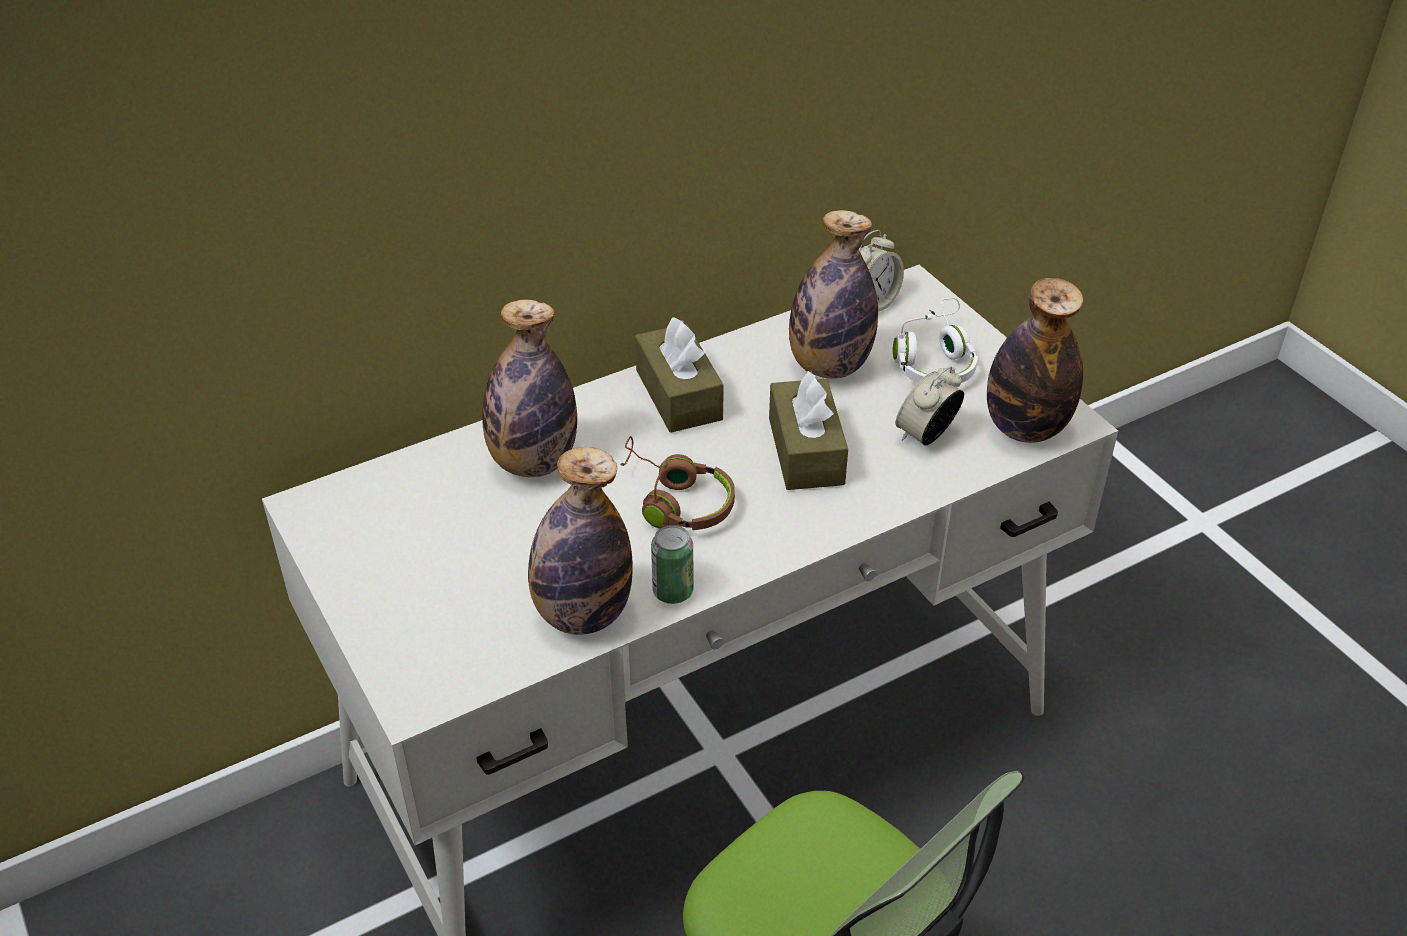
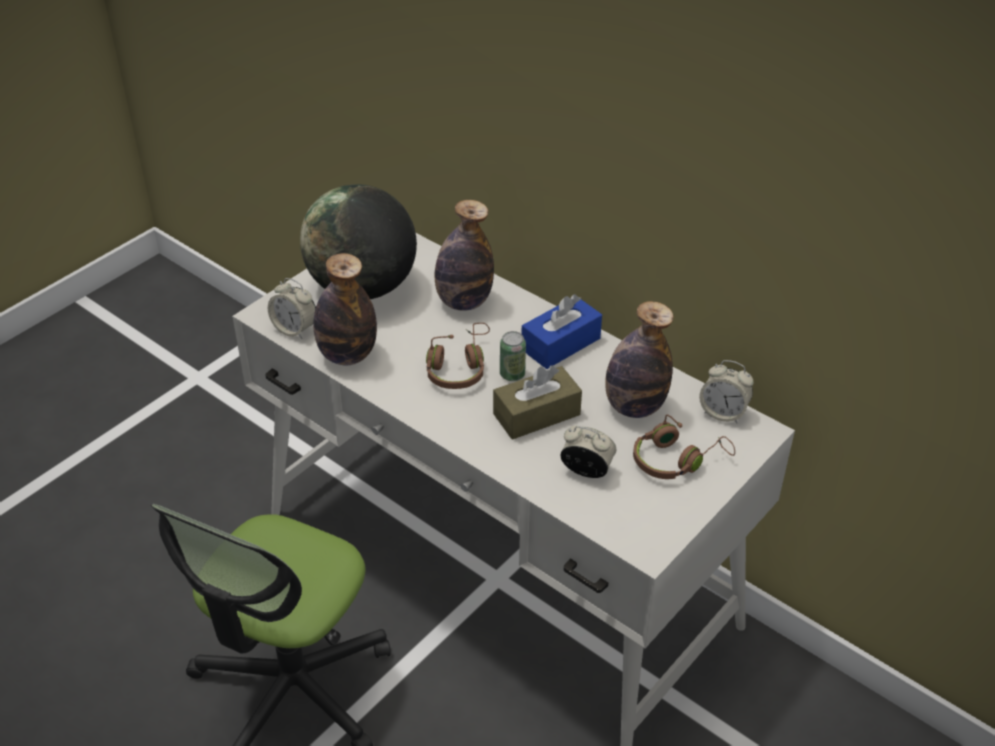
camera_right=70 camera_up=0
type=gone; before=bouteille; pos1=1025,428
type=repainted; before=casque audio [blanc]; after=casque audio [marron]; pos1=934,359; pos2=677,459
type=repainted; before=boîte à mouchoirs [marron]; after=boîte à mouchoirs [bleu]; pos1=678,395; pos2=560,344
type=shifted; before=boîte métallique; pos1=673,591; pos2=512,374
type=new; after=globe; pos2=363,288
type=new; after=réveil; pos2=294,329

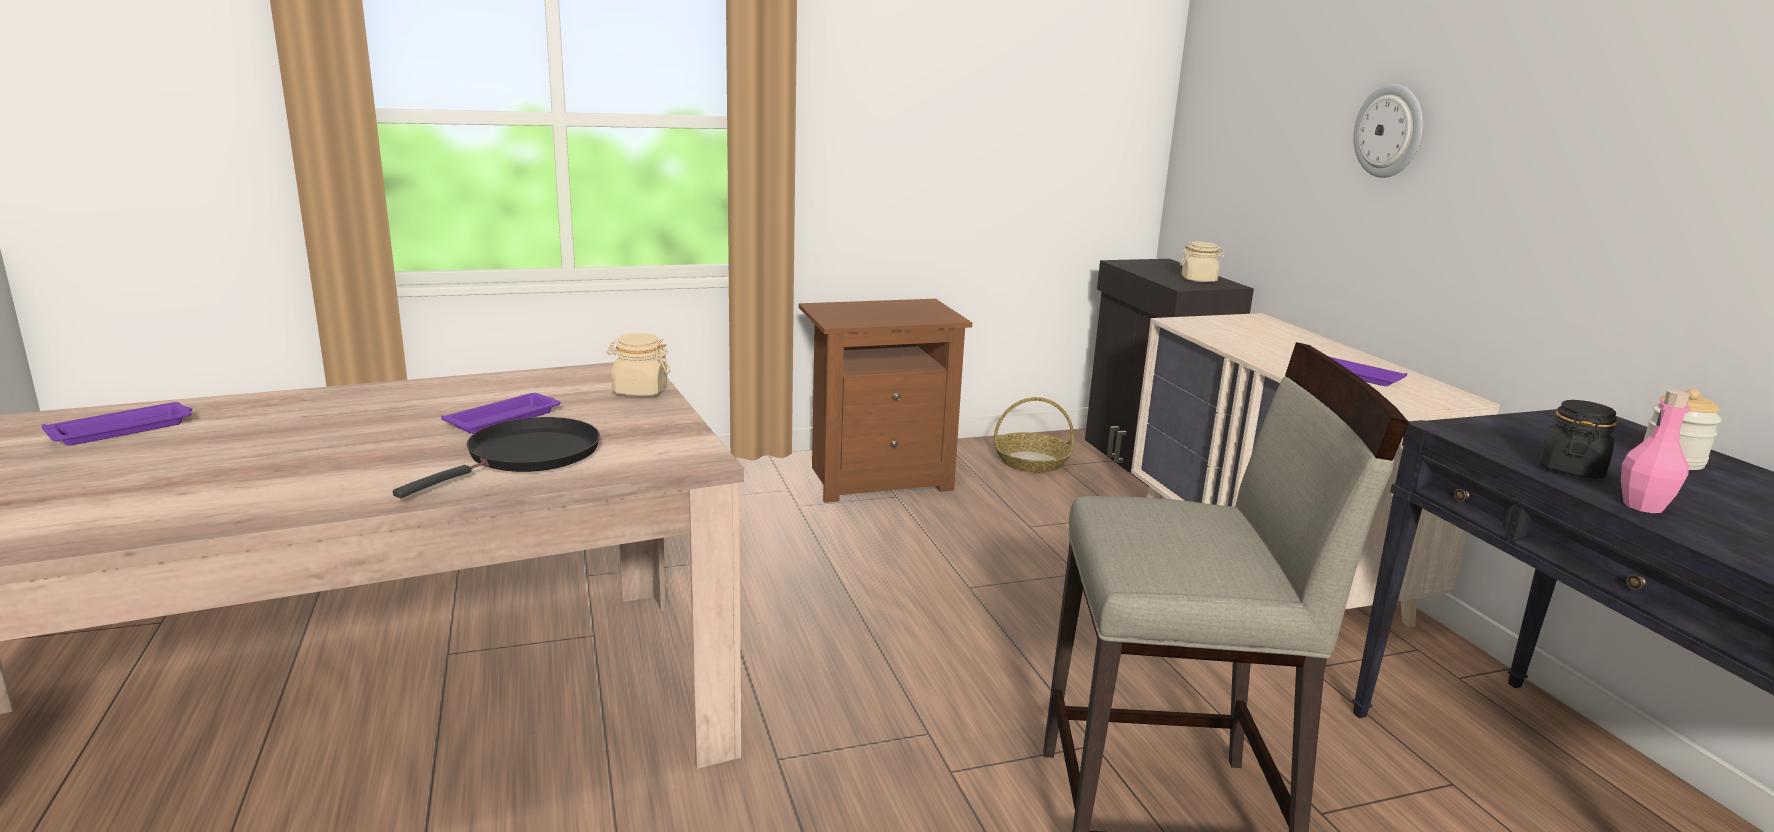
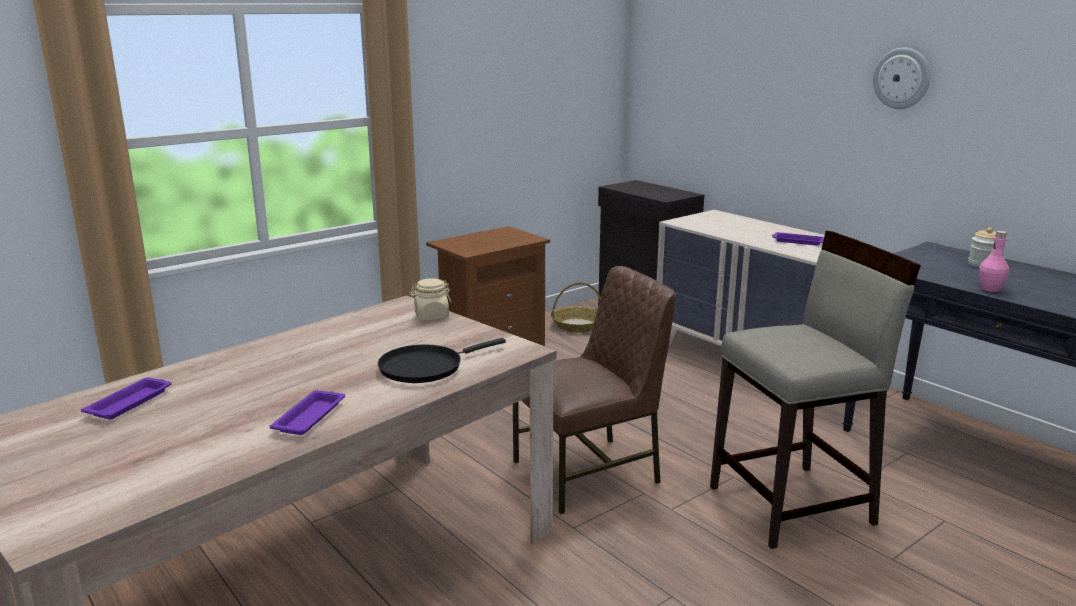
camera_right=-20 camera_up=0
type=shifted; before=horloge murale; pos1=1389,131; pos2=902,78
type=gone; before=bocal [beige]; pos1=1199,280
type=shifted; before=plateau [violet]; pos1=505,419; pos2=310,416
type=gone; before=bocal [noir]; pos1=1571,469
type=rotated; before=poêle [noir]; pos1=527,456; pos2=425,367; turn=-135
type=new; after=chaise [marron]; pos2=589,472

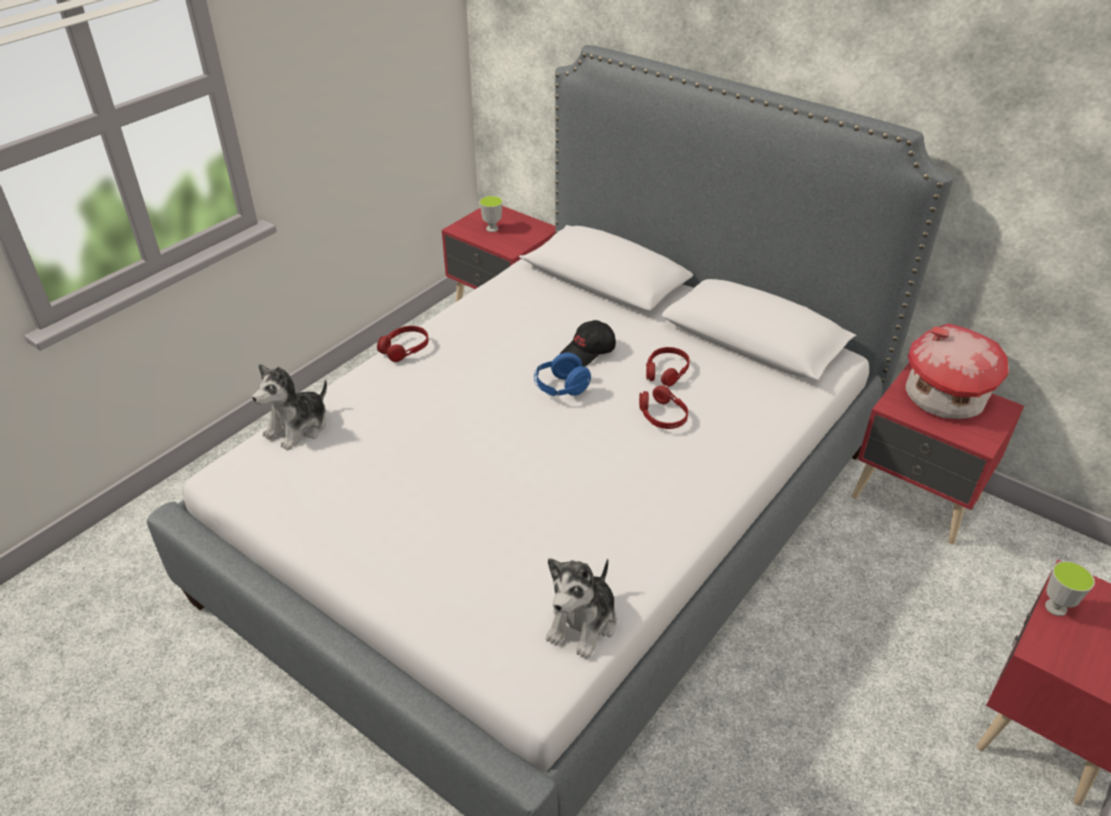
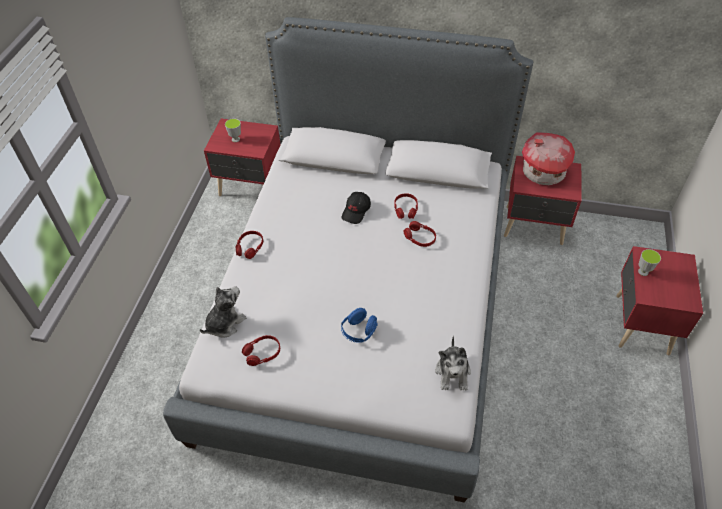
camera_right=-25 camera_up=10
type=shifted; before=casque audio [bleu]; pos1=561,388; pos2=359,332
type=rotated; before=peluche; pos1=298,428; pos2=224,323; turn=-150
type=new; after=casque audio [rouge]; pos2=262,353

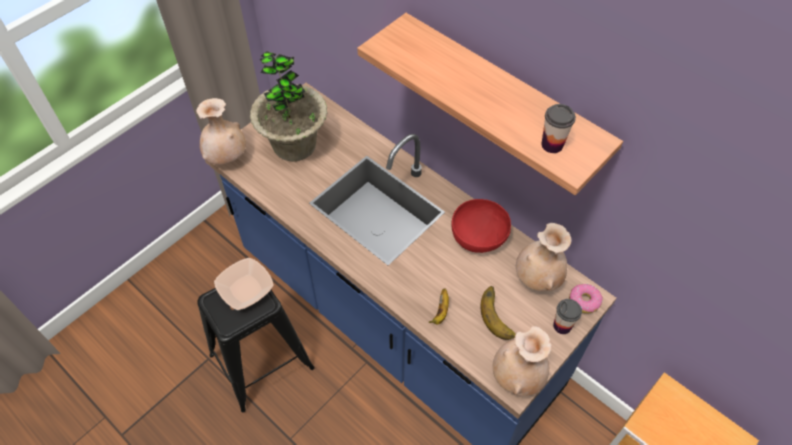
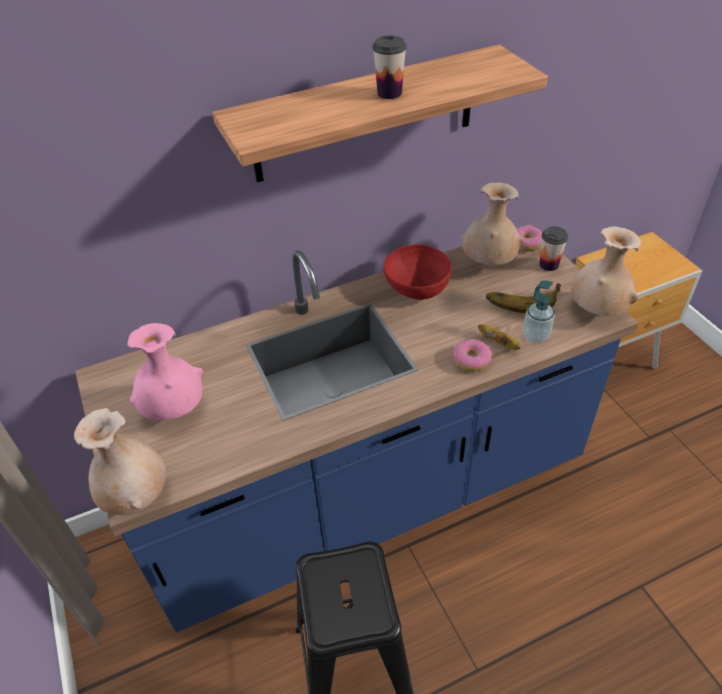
camera_right=-65 camera_up=-10
type=swapped; before=plante en pot; after=vase [rose]; pos1=294,145; pos2=175,410
type=shifted; before=tasse; pos1=552,145; pos2=389,93
type=gone; before=bol; pos1=245,289
type=new; after=distributeur de savon; pos2=535,336
type=new; after=beignet; pos2=471,360

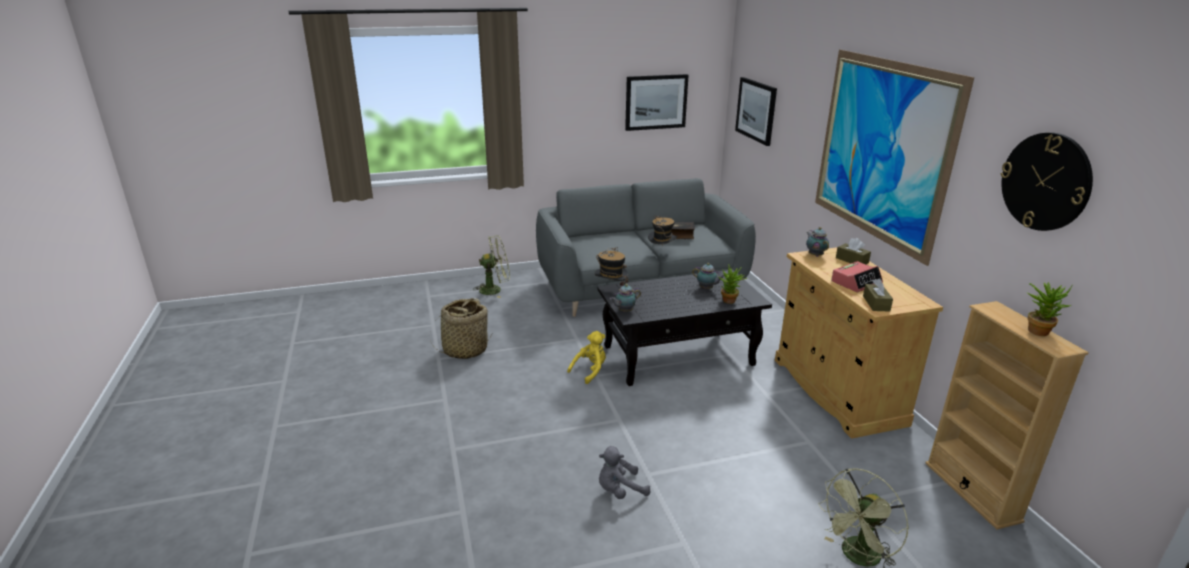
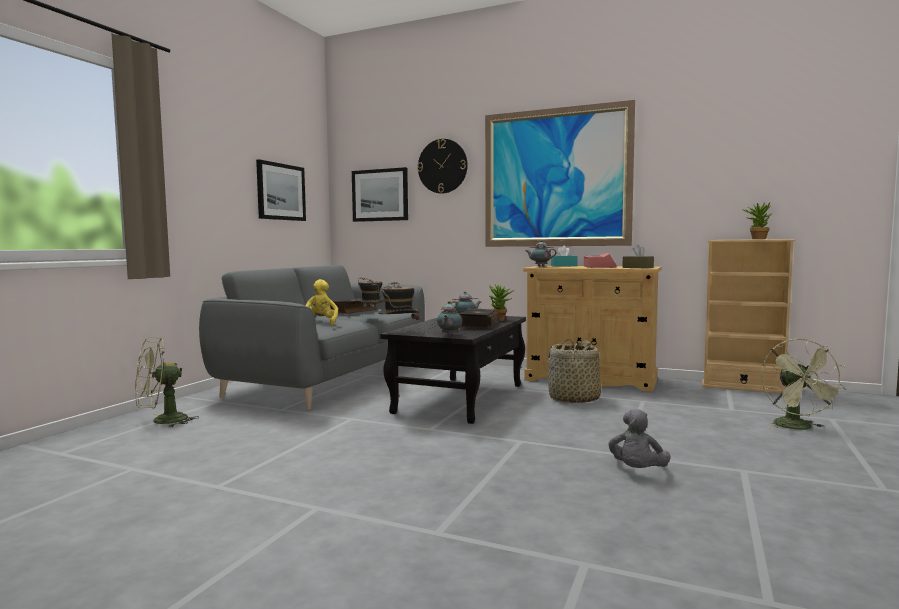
camera_right=-50 camera_up=-20
type=shifted; before=horloge murale; pos1=1045,181; pos2=442,166
type=rotated; before=ventilateur [vert]; pos1=495,289; pos2=162,421; turn=-150
type=repainted; before=boîte à mouchoirs [marron]; after=boîte à mouchoirs [turquoise]; pos1=852,260; pos2=564,266
type=shifted; before=panier; pos1=465,350; pos2=573,399
type=shifted; before=peluche [jaune]; pos1=590,371; pos2=319,323
type=new; after=livre; pos2=477,325

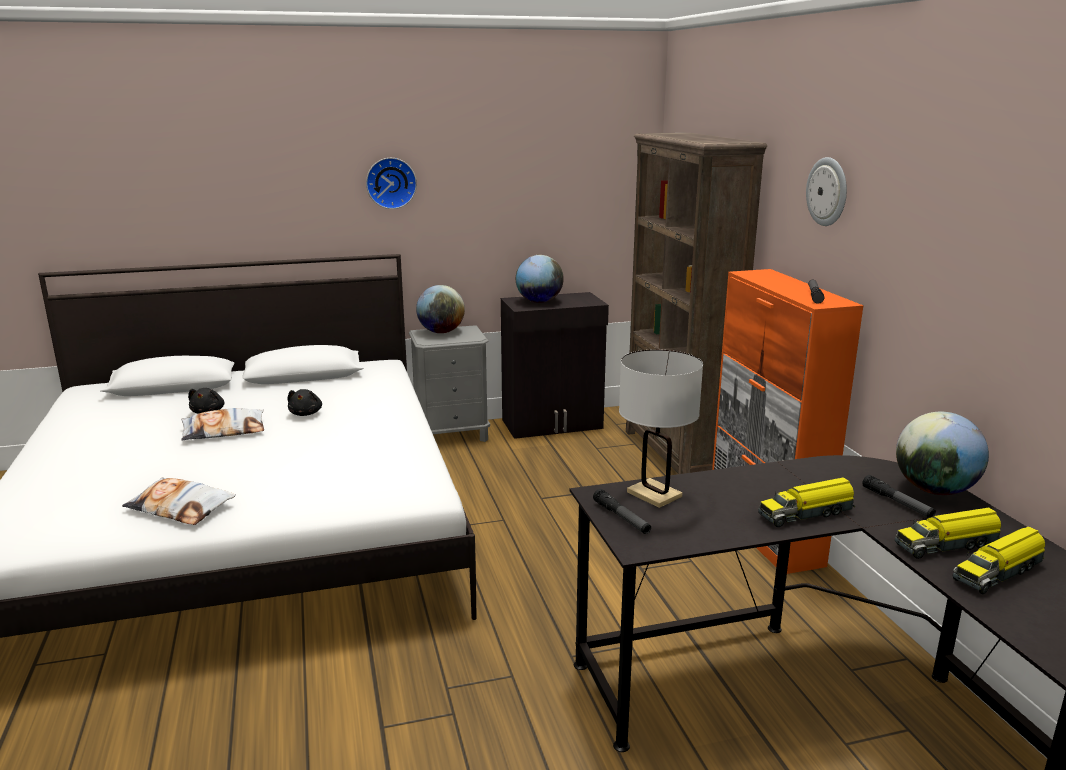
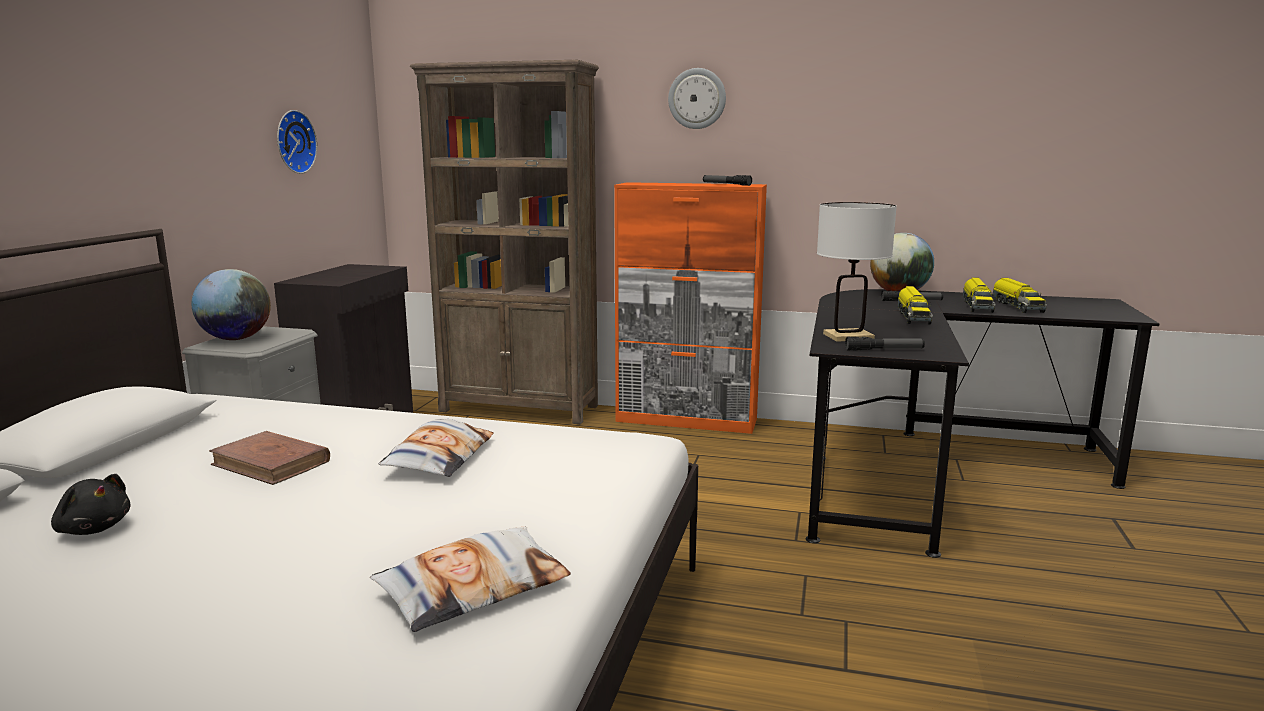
camera_right=-60 camera_up=-5
type=shifted; before=horloge murale; pos1=391,183; pos2=293,142
type=gone; before=globe; pos1=539,302
type=swapped; before=peluche [noir]; after=livre [marron]; pos1=306,413; pos2=271,463
type=shifted; before=coussin; pos1=224,431; pos2=439,457

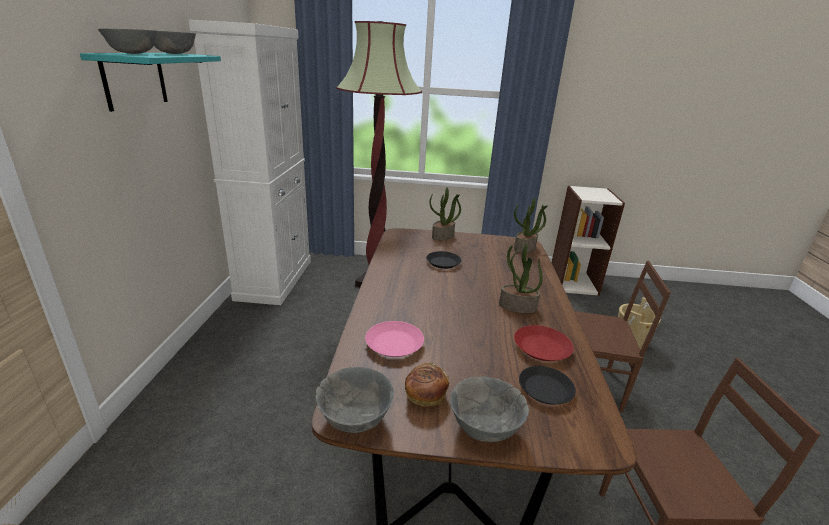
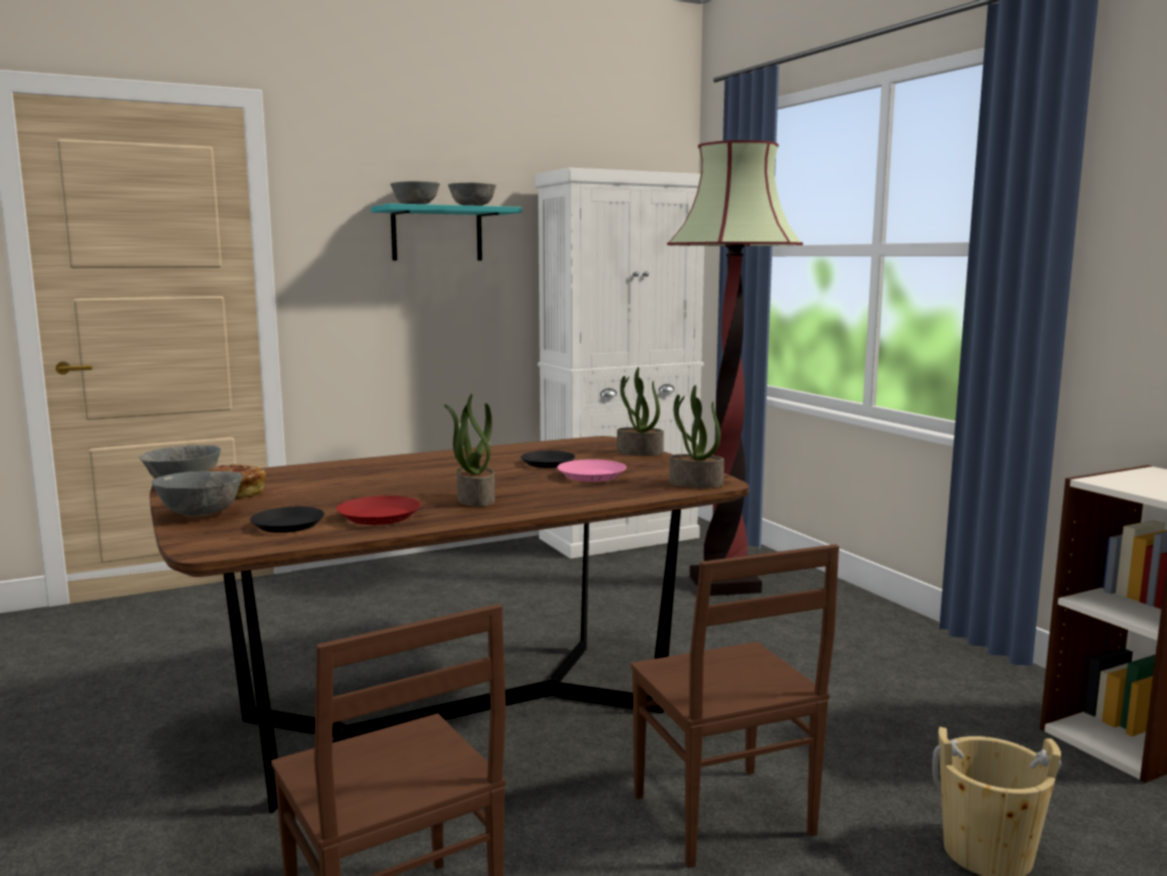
camera_right=60 camera_up=-15
type=shifted; before=assiette [rose]; pos1=394,343; pos2=591,476

